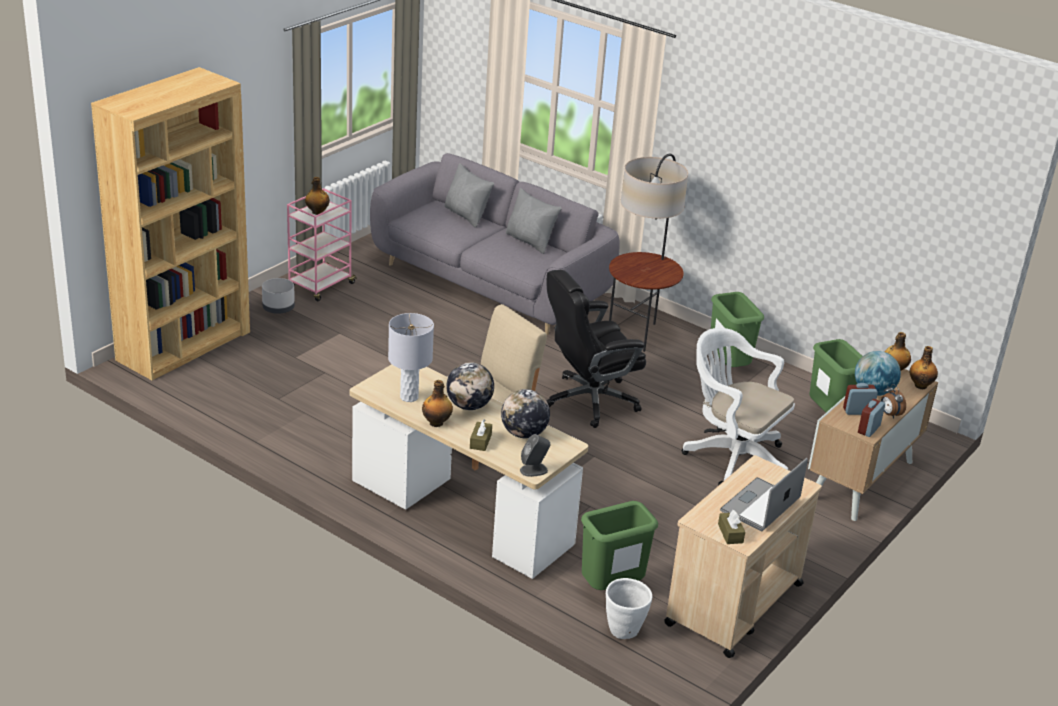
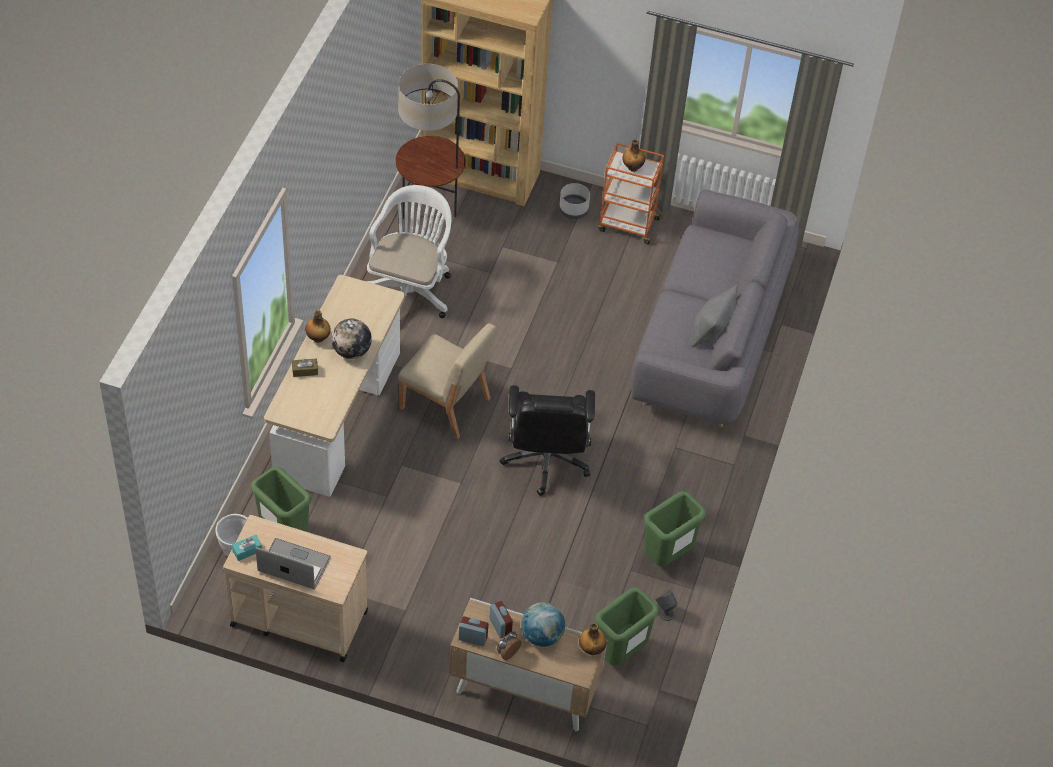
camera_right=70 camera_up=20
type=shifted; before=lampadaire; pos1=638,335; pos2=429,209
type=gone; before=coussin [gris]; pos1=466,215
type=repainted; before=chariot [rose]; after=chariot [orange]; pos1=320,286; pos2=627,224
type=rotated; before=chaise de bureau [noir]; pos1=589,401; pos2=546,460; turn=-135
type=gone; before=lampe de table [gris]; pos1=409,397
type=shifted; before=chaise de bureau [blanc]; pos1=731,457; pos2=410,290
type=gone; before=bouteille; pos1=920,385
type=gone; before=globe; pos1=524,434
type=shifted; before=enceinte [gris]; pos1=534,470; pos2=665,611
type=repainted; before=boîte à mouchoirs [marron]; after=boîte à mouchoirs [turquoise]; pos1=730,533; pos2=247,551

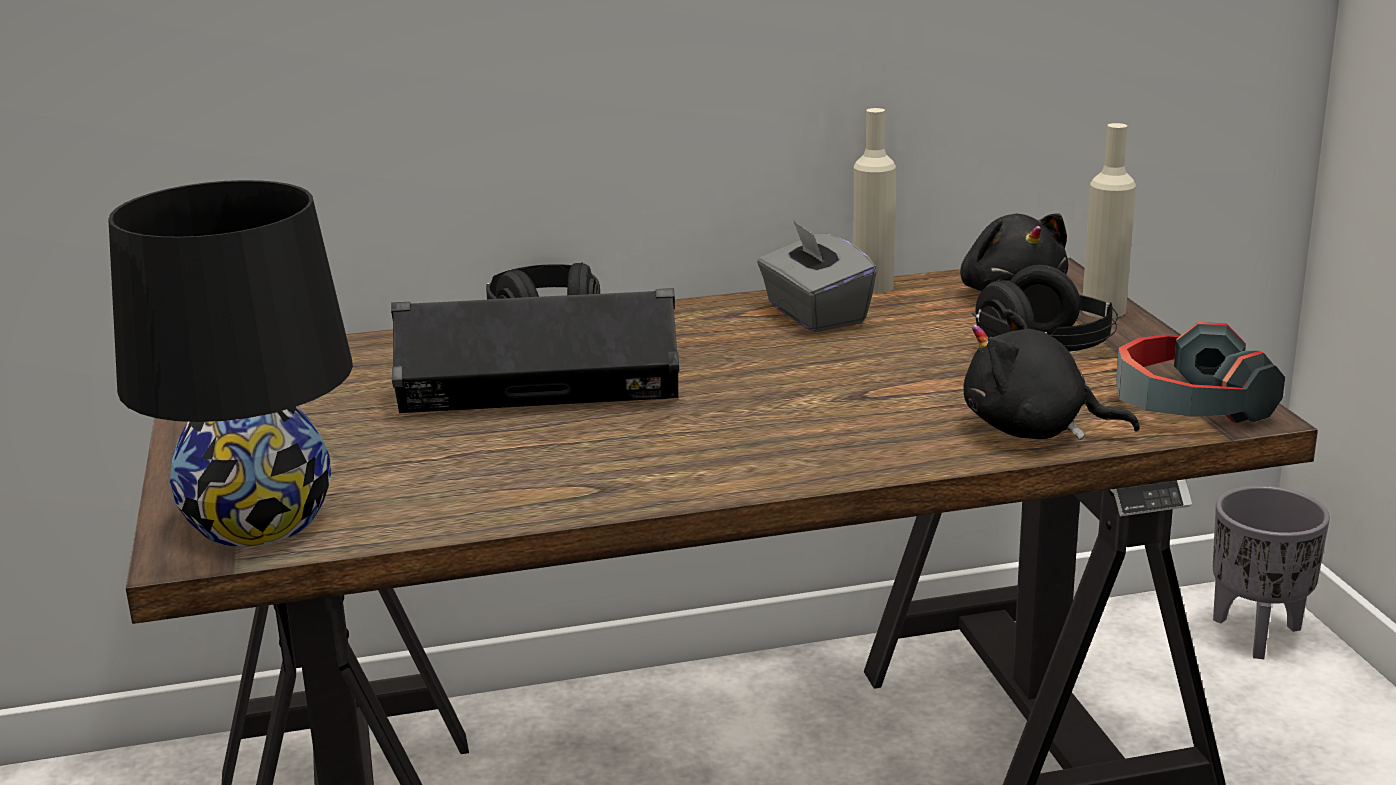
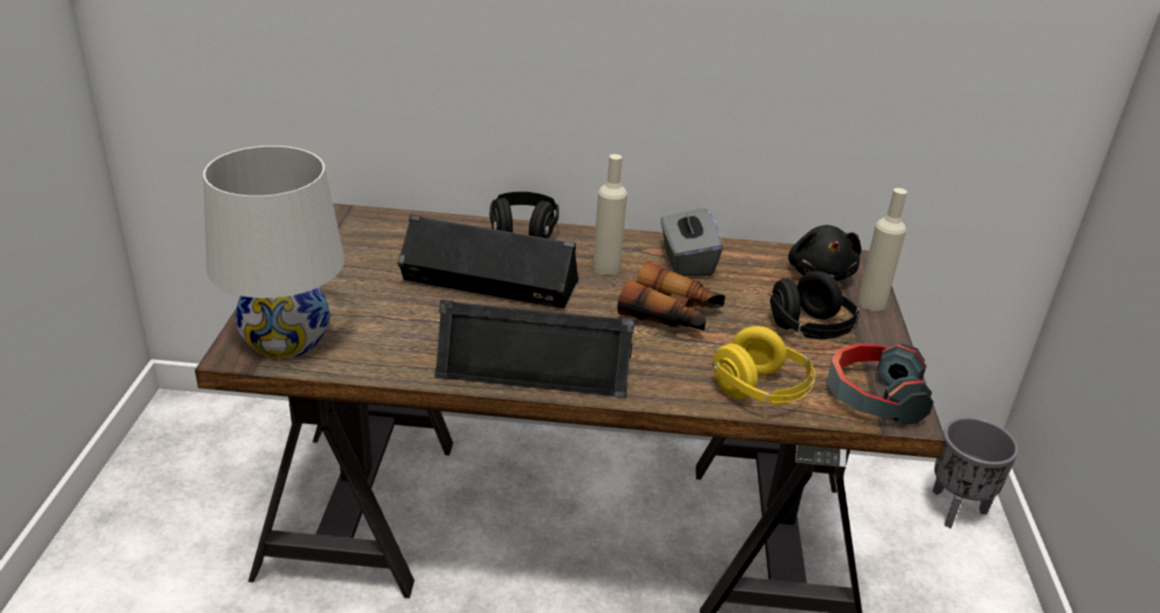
camera_right=15 camera_up=10
type=shifted; before=bouteille [beige]; pos1=872,287; pos2=606,268
type=repainted; before=lampe de table [noir]; after=lampe de table [blanc]; pos1=258,520; pos2=285,340
type=swapped; before=peluche [noir]; after=casque audio [jaune]; pos1=1033,430; pos2=760,391
type=new; after=jumelles; pos2=672,314
type=new; after=enceinte [noir]; pos2=535,362

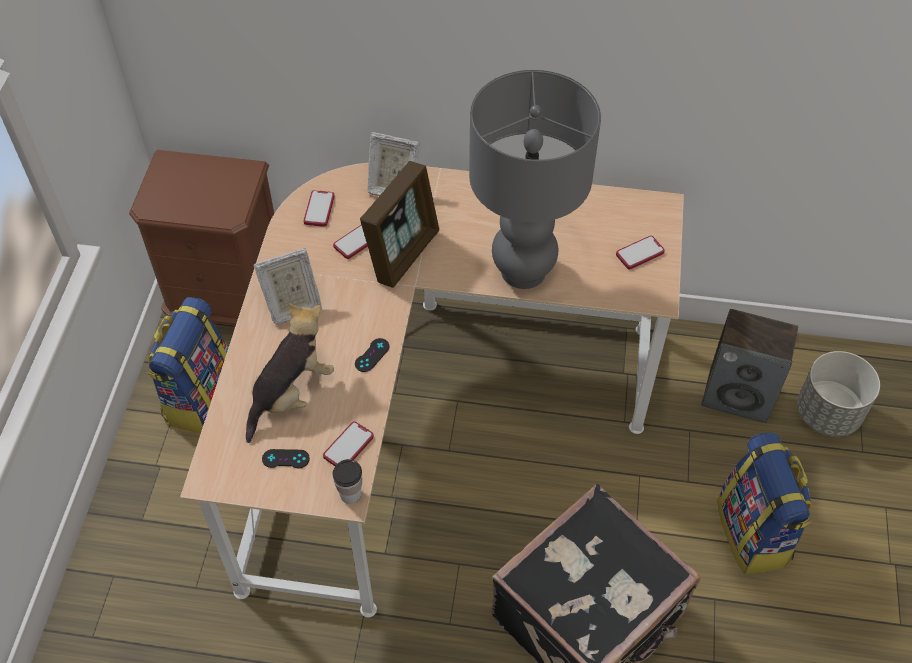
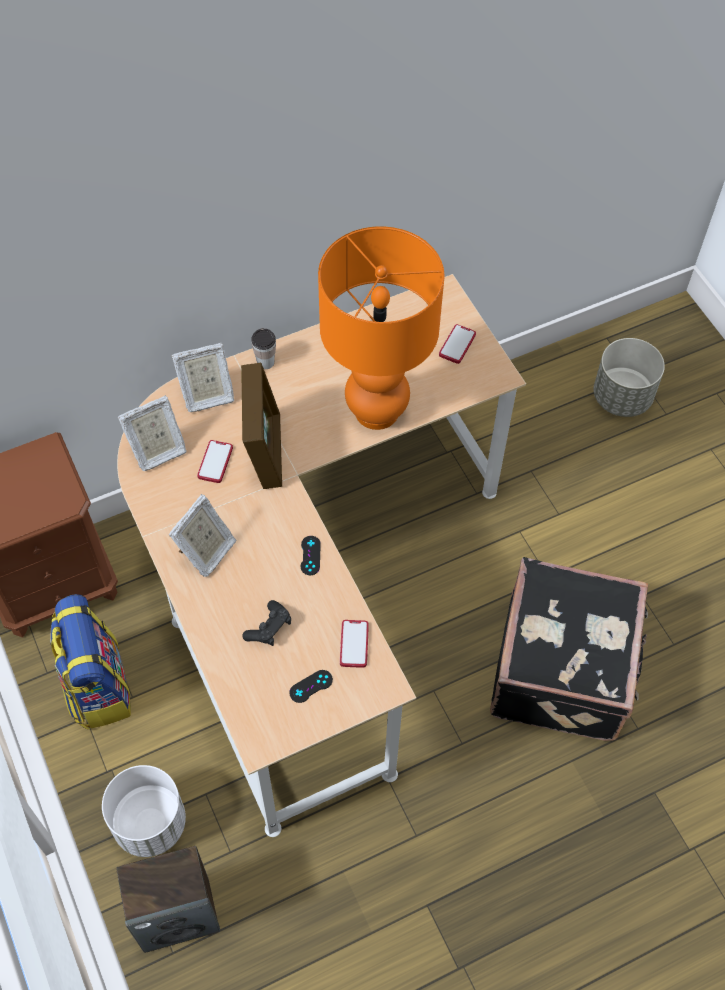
camera_right=-35 camera_up=5
type=repainted; before=lampe de table [gris]; after=lampe de table [orange]; pos1=522,271; pos2=376,411
type=swapped; before=téléphone; after=cadre photo; pos1=319,209; pos2=157,451
type=swapped; before=peluche; after=manette [noir]; pos1=291,393; pos2=269,628
type=shifted; before=enceinte; pos1=738,395; pos2=177,914
type=gone; before=sac à dos; pos1=754,533
type=shifted; before=tasse; pos1=350,494; pos2=265,362
type=new; after=cache-pot [blanc]; pos2=150,823

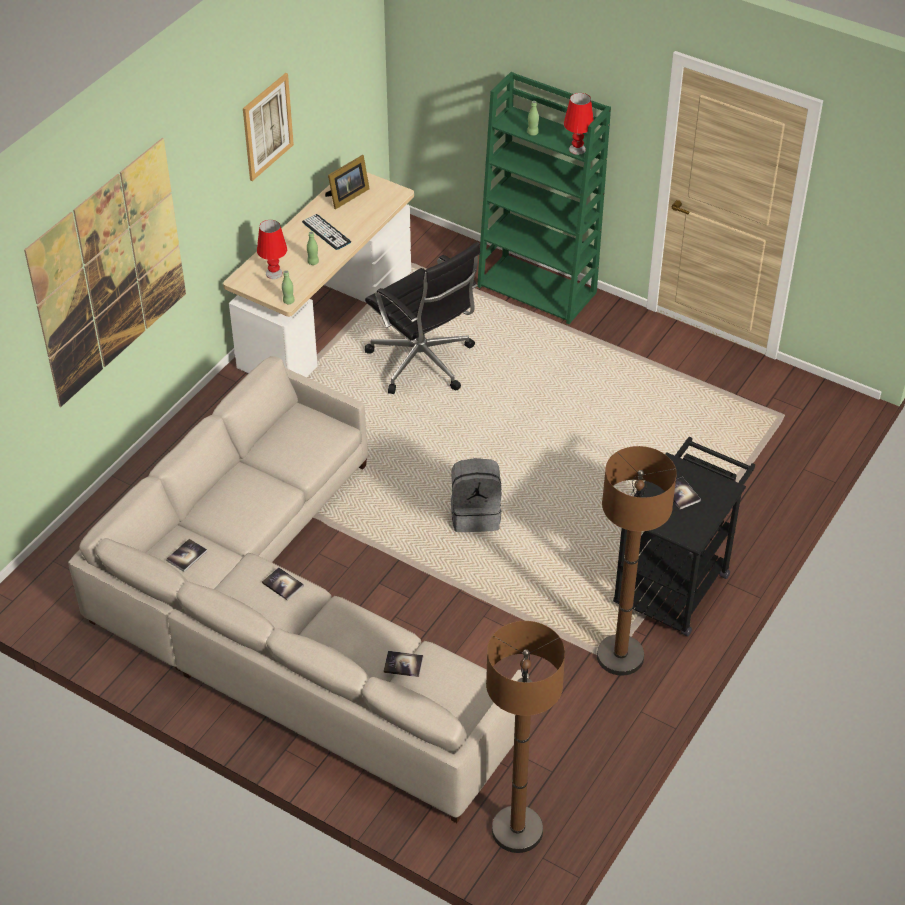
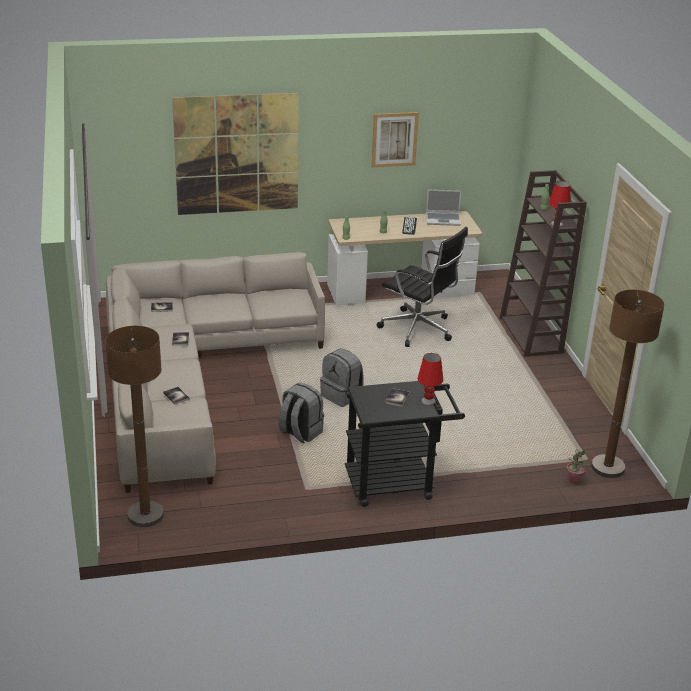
camera_right=45 camera_up=-15
type=repainted; before=bibliothèque [vert]; after=bibliothèque [marron]; pos1=538,289; pos2=531,335
type=swapped; before=cadre photo; after=ordinateur portable; pos1=346,197; pos2=443,219
type=shifted; before=lampe de table [rouge]; pos1=274,273; pos2=428,401
type=rotated; before=chaise de bureau [noir]; pos1=423,363; pos2=419,329; turn=-60
type=shifted; before=lampadaire [marron]; pos1=620,656; pos2=608,467
type=new; after=sac à dos [gris]; pos2=300,433
type=new; after=plante en pot; pos2=574,480

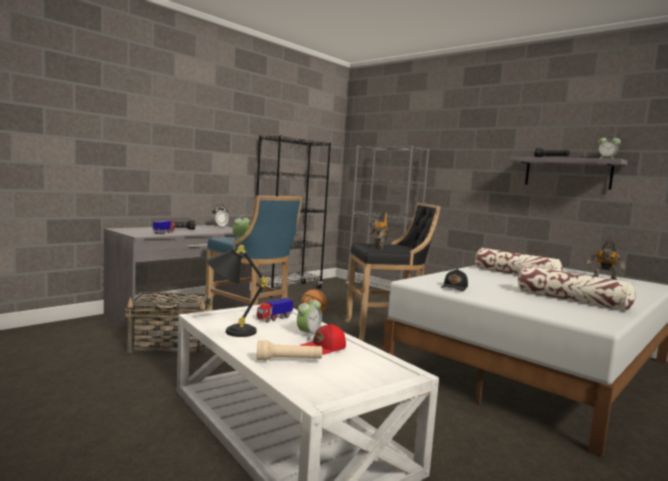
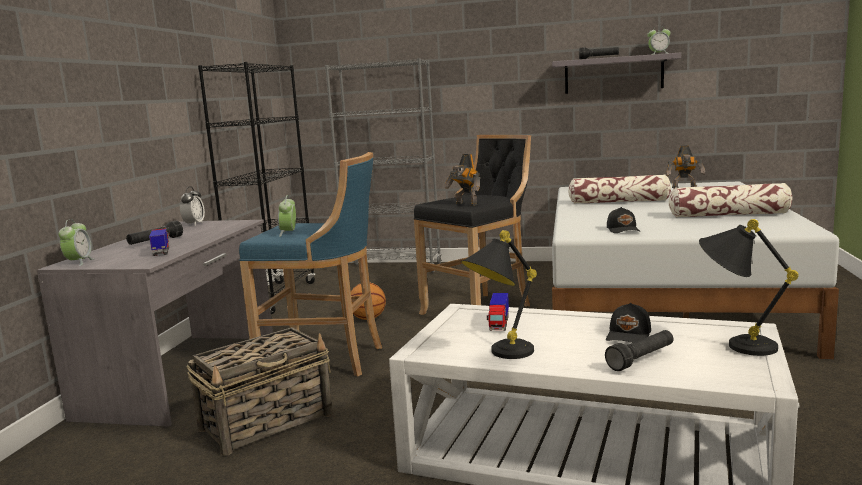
camera_right=-30 camera_up=5
type=shifted; before=réveil; pos1=308,334; pos2=79,262
type=repainted; before=casquette [rouge]; after=casquette [noir]; pos1=323,348; pos2=629,335
type=repainted; before=lampe de poche [beige]; after=lampe de poche [noir]; pos1=289,360; pos2=641,359
type=new; after=lampe de table [noir]; pos2=734,344

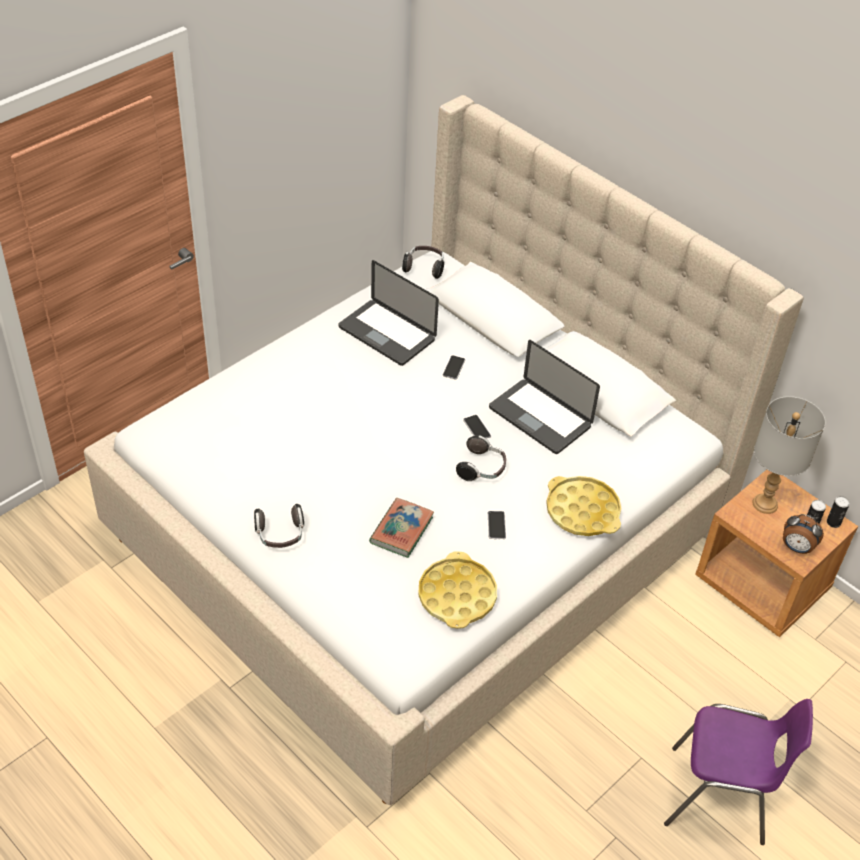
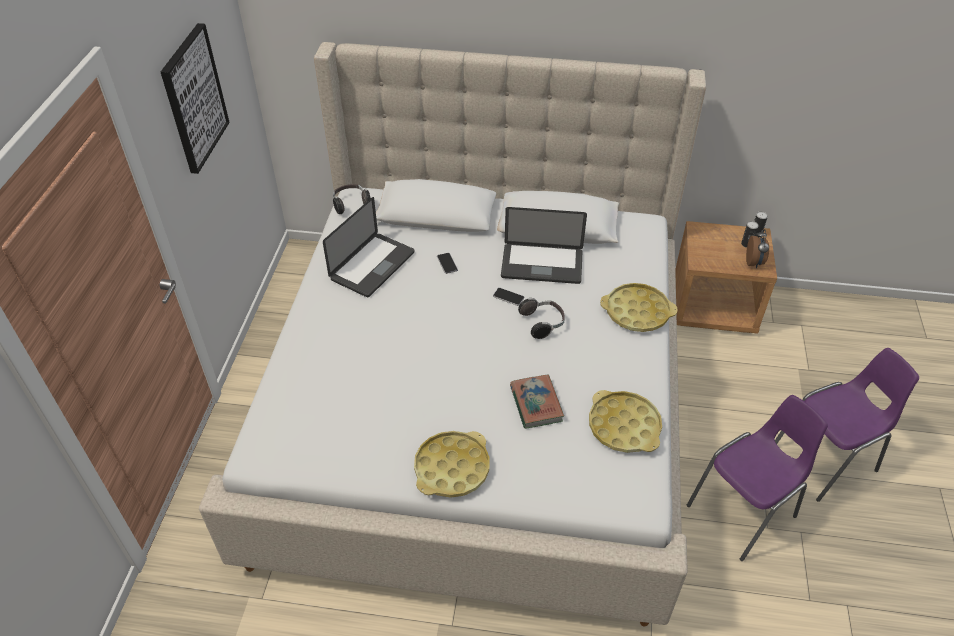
camera_right=-35 camera_up=0
type=rotated; before=ordinateur portable; pos1=386,334; pos2=372,266; turn=-60
type=gone; before=lampe de table [gris]; pos1=765,503
type=swapped; before=casque audio; after=plateau [jaune]; pos1=280,535; pos2=452,468
type=gone; before=téléphone; pos1=496,525
type=rotated; before=réveil; pos1=796,548; pos2=754,262; turn=-75
type=new; after=tableau; pos2=194,99
type=new; after=chaise [violet]; pos2=744,511

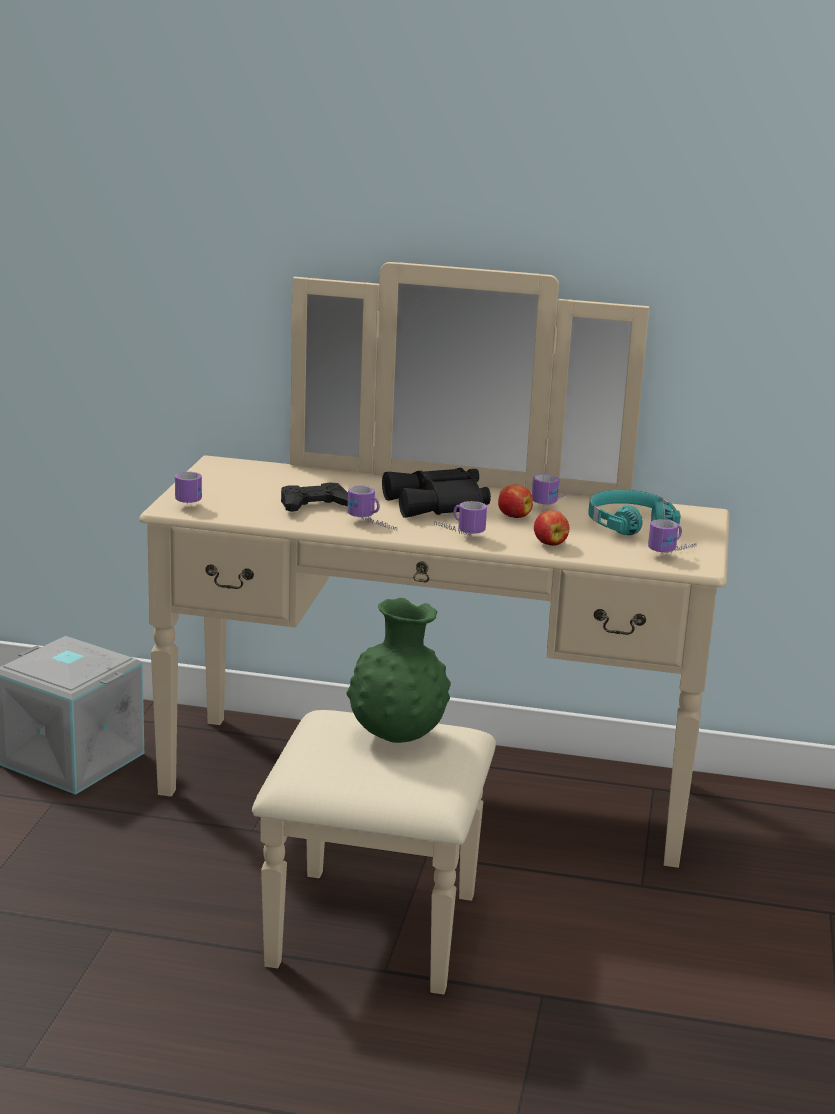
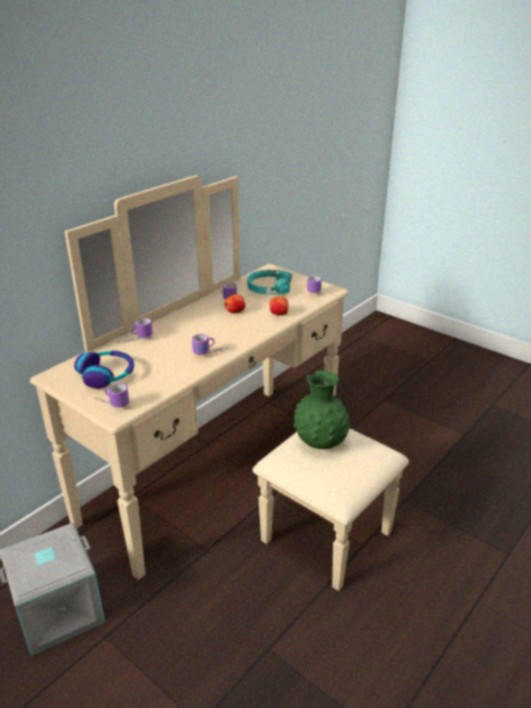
camera_right=-60 camera_up=10
type=gone; before=jumelles [noir]; pos1=439,505
type=gone; before=manette [noir]; pos1=315,506
type=shifted; before=mug; pos1=458,533; pos2=135,340
type=new; after=casque audio; pos2=107,375

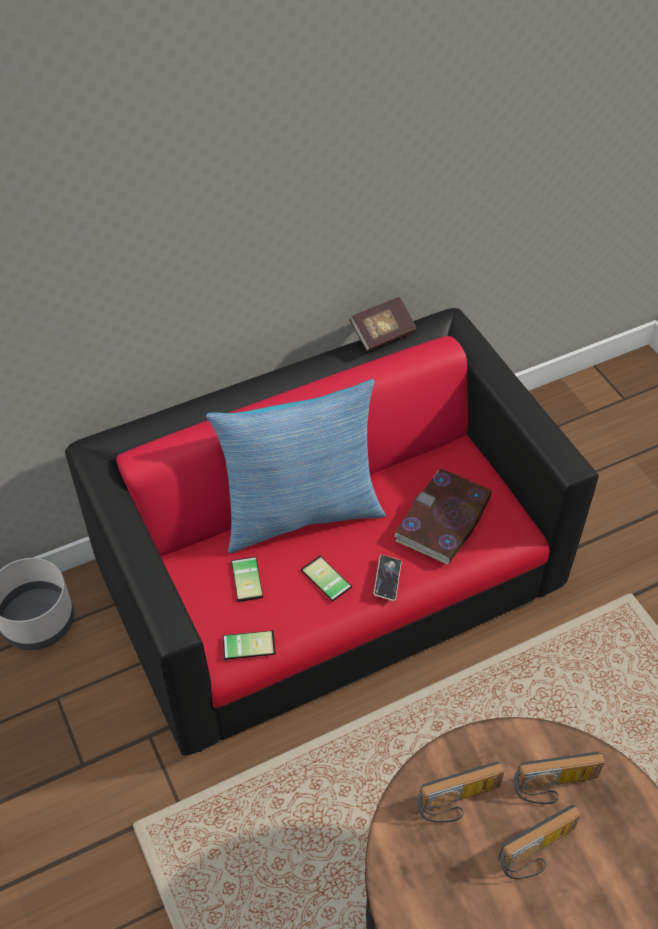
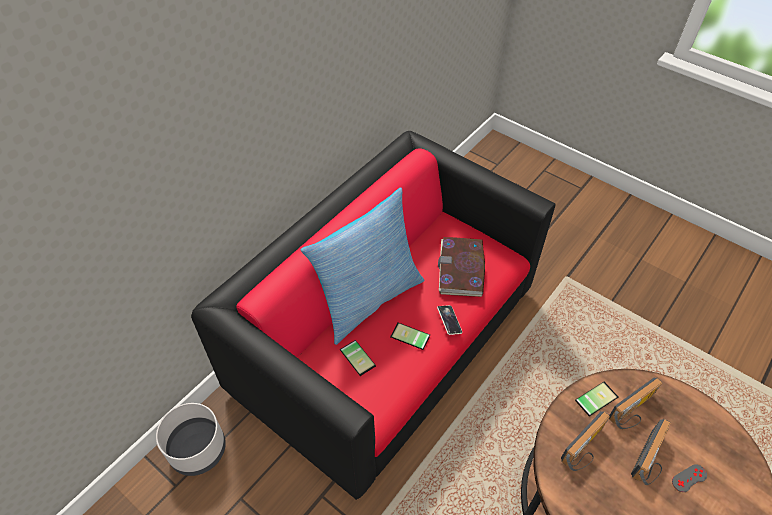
camera_right=-25 camera_up=0
type=gone; before=livre; pos1=382,334
type=shifted; before=téléphone; pos1=248,642; pos2=595,397
type=new; after=manette [gris]; pos2=689,478

